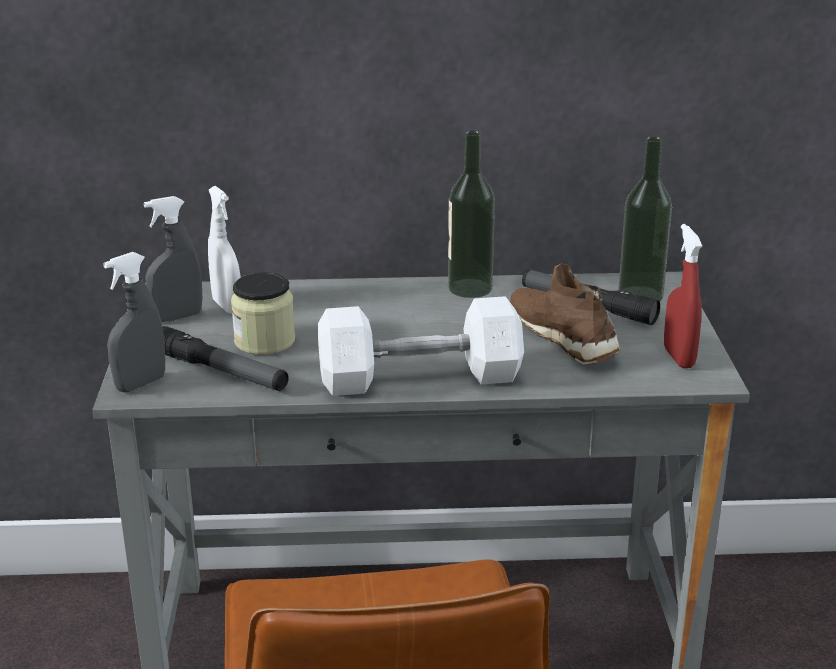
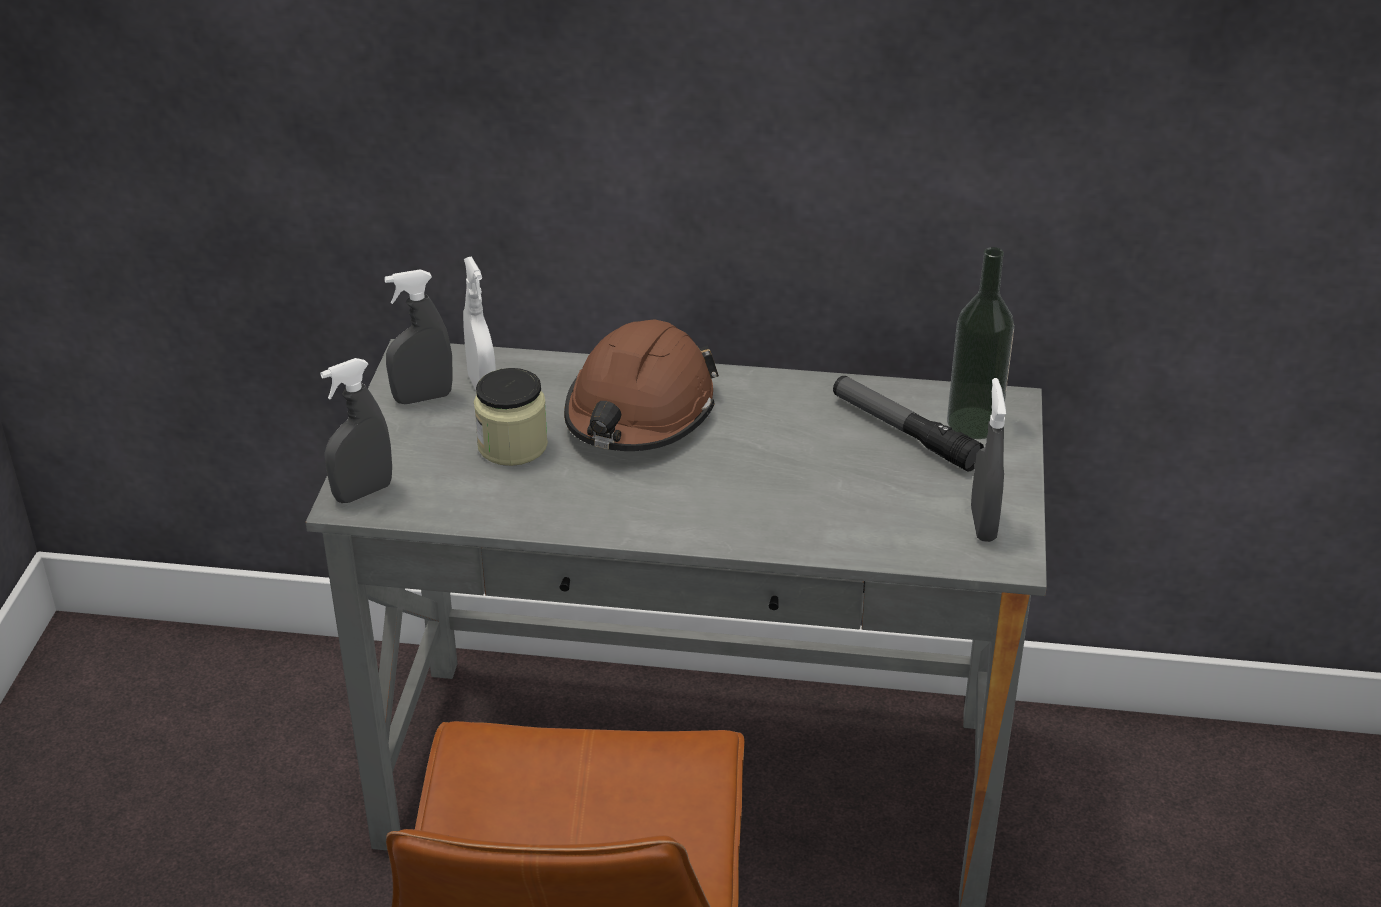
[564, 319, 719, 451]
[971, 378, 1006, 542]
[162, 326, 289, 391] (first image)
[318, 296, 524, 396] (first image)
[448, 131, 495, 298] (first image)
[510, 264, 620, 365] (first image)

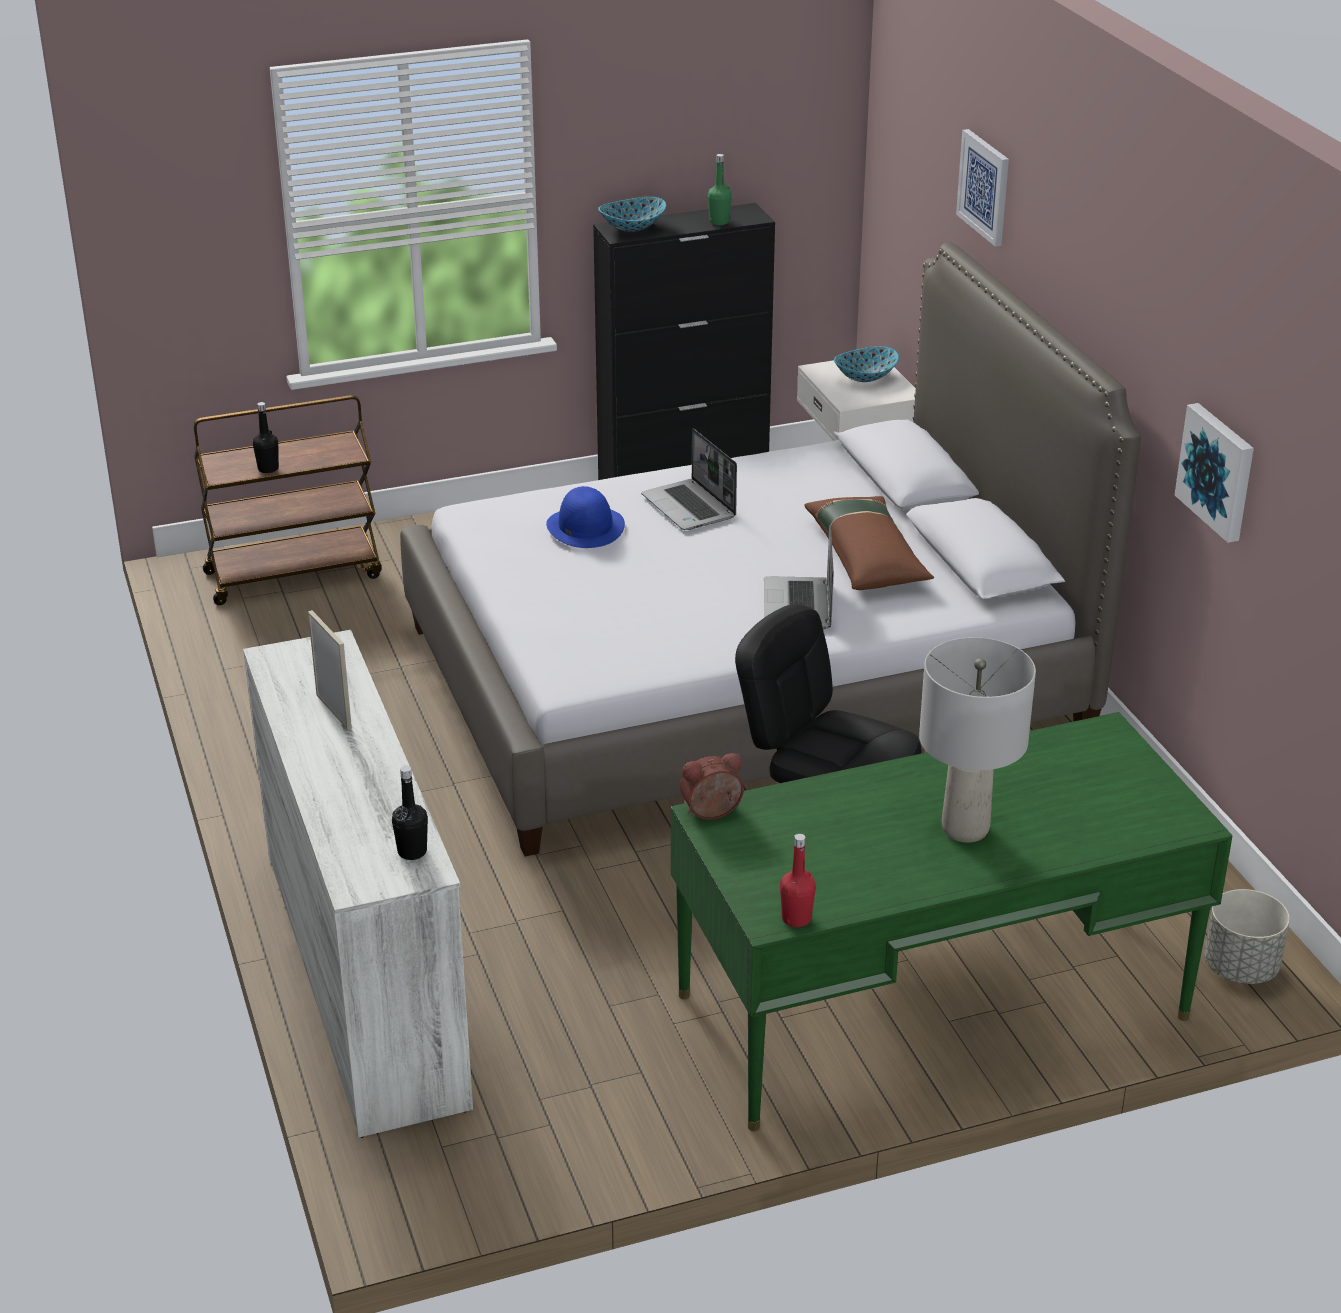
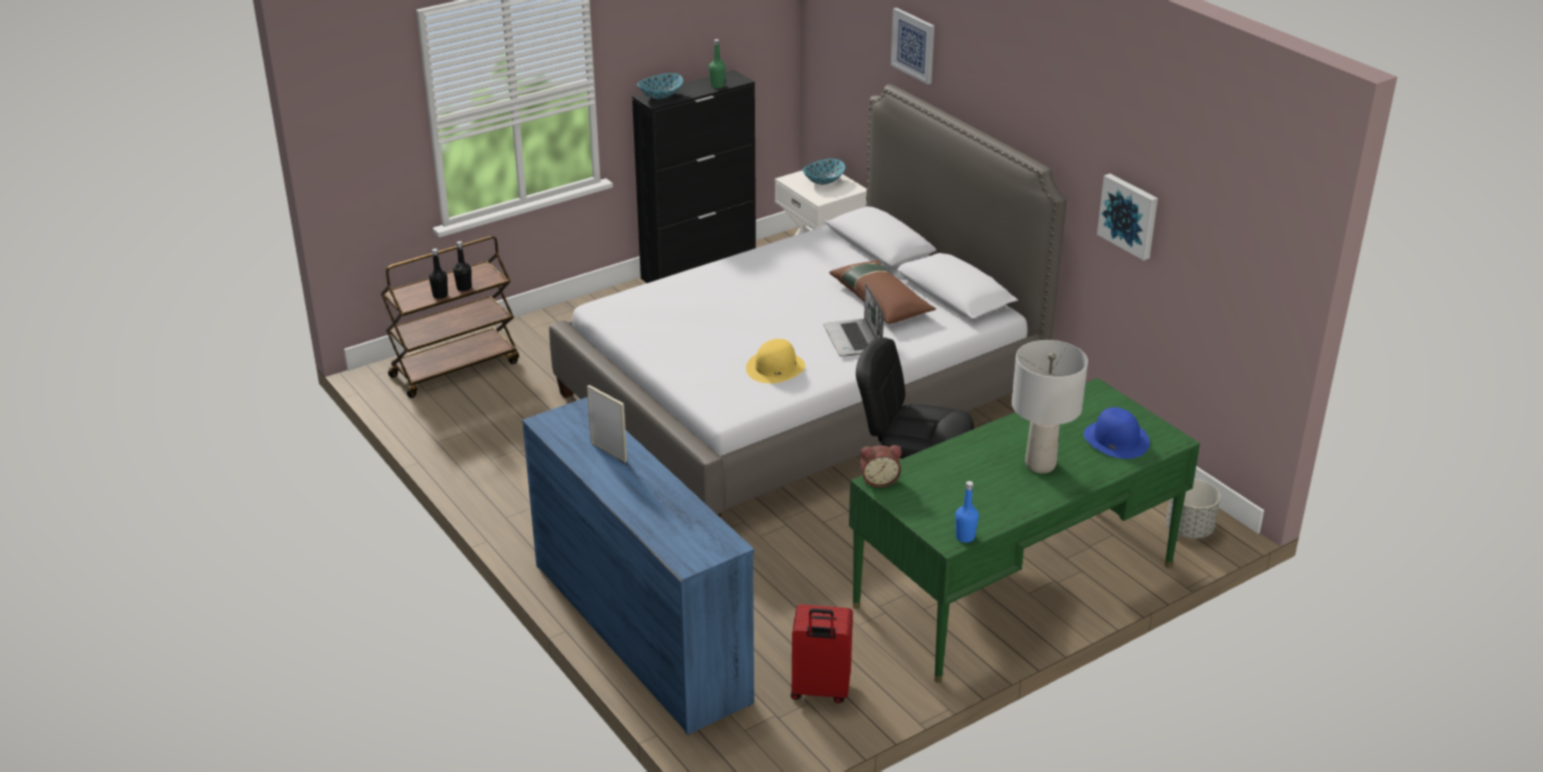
[453, 241, 472, 291]
[522, 397, 755, 735]
[746, 339, 805, 383]
[791, 604, 853, 703]
[860, 445, 902, 487]
[955, 481, 979, 543]
[1084, 407, 1150, 459]
[641, 428, 737, 530] (first image)

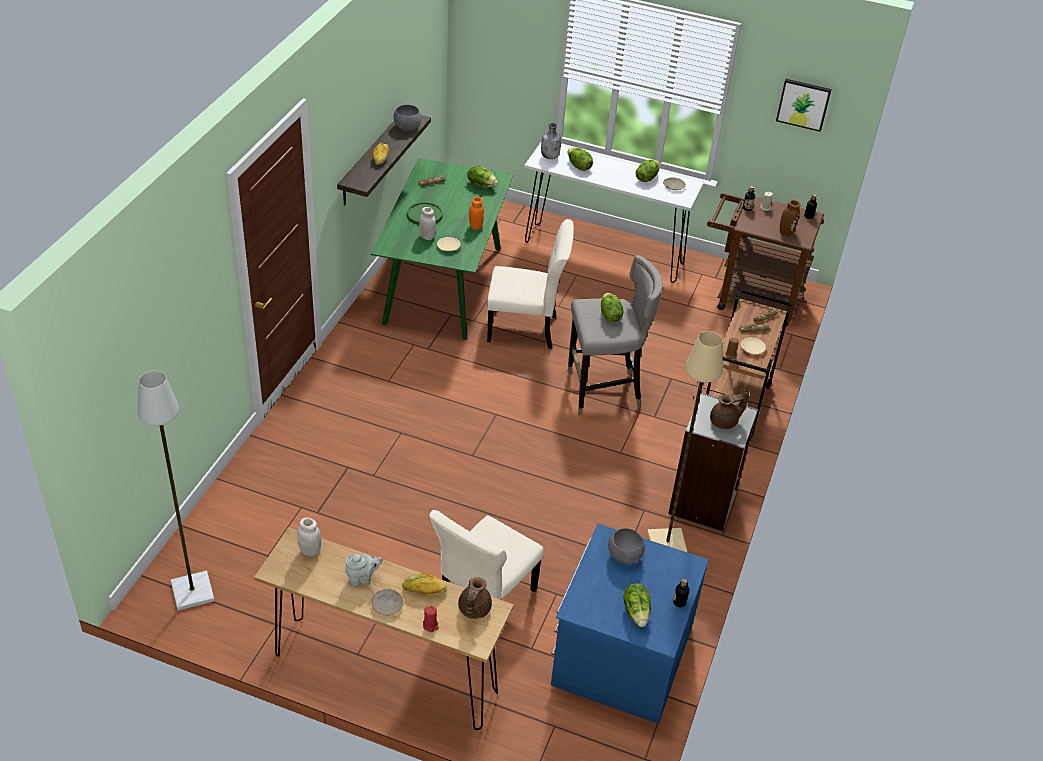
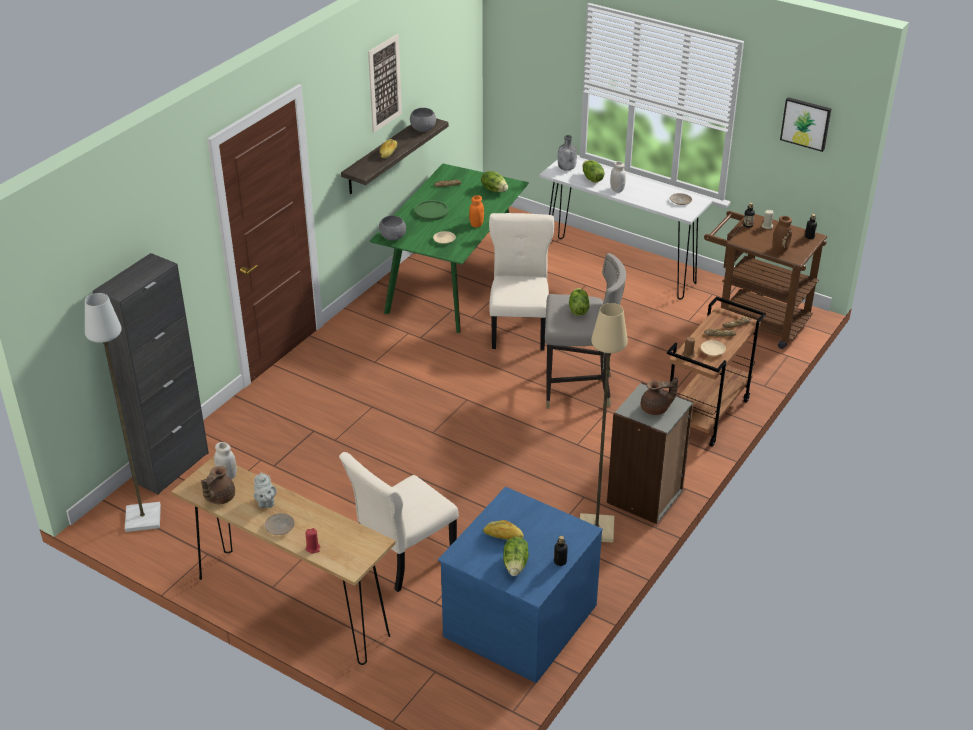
[93, 253, 209, 495]
[201, 466, 235, 504]
[253, 472, 276, 508]
[368, 34, 402, 133]
[379, 216, 406, 240]
[483, 520, 524, 540]
[489, 213, 554, 351]
[610, 161, 626, 193]
[636, 160, 660, 182] (first image)

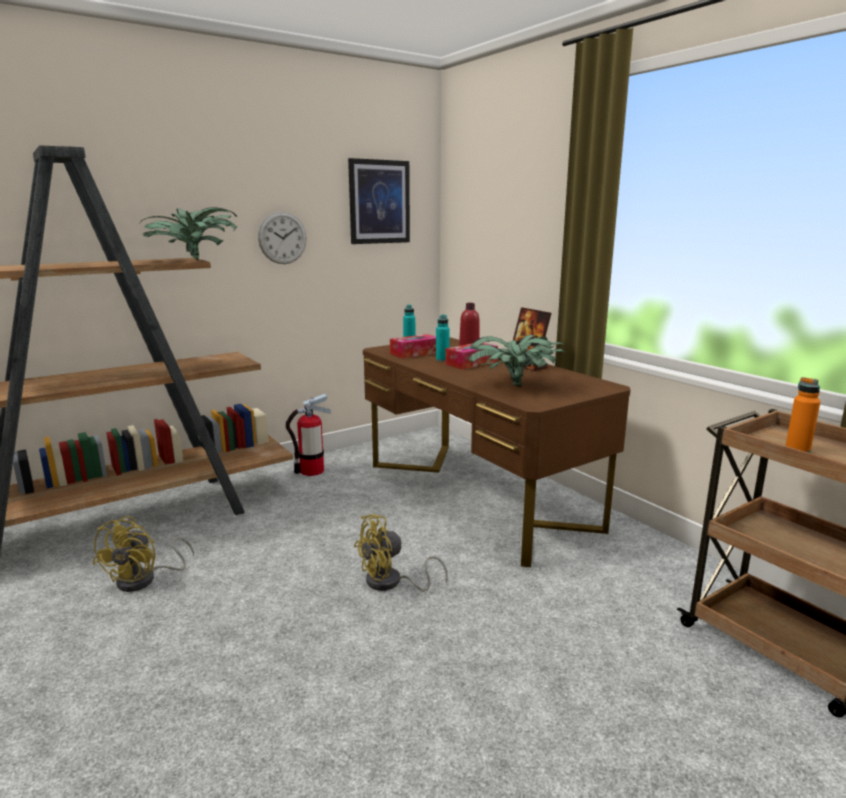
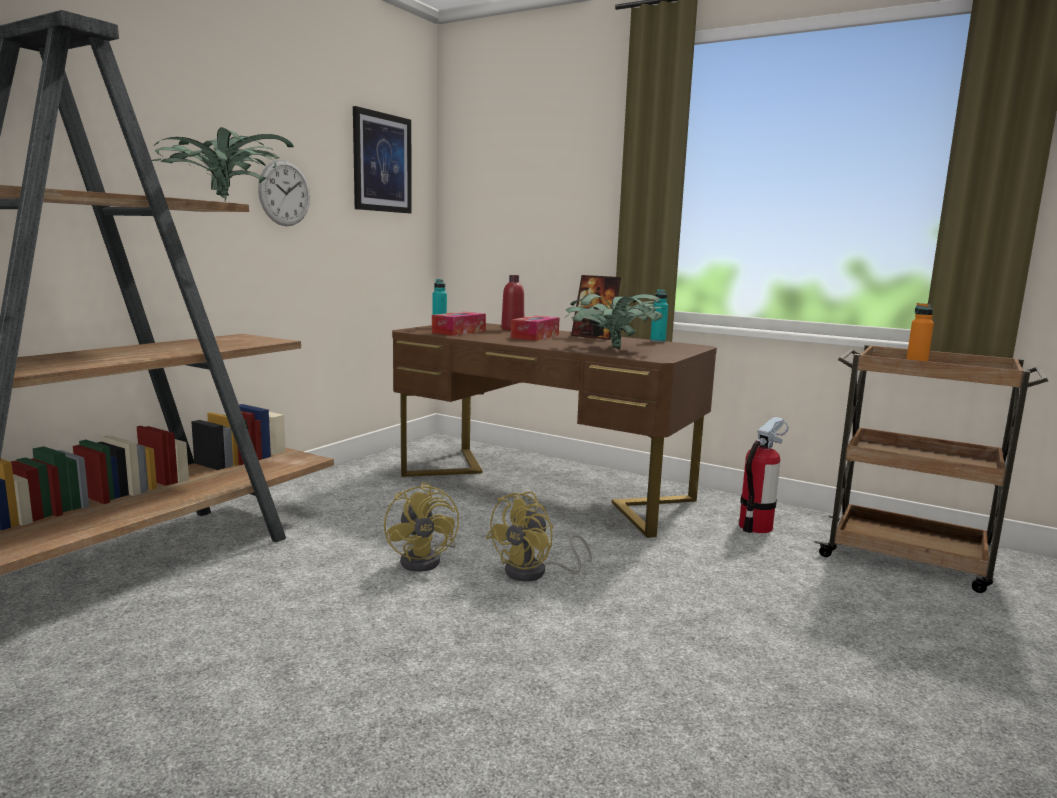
[384, 482, 459, 572]
[650, 289, 668, 342]
[739, 417, 788, 533]

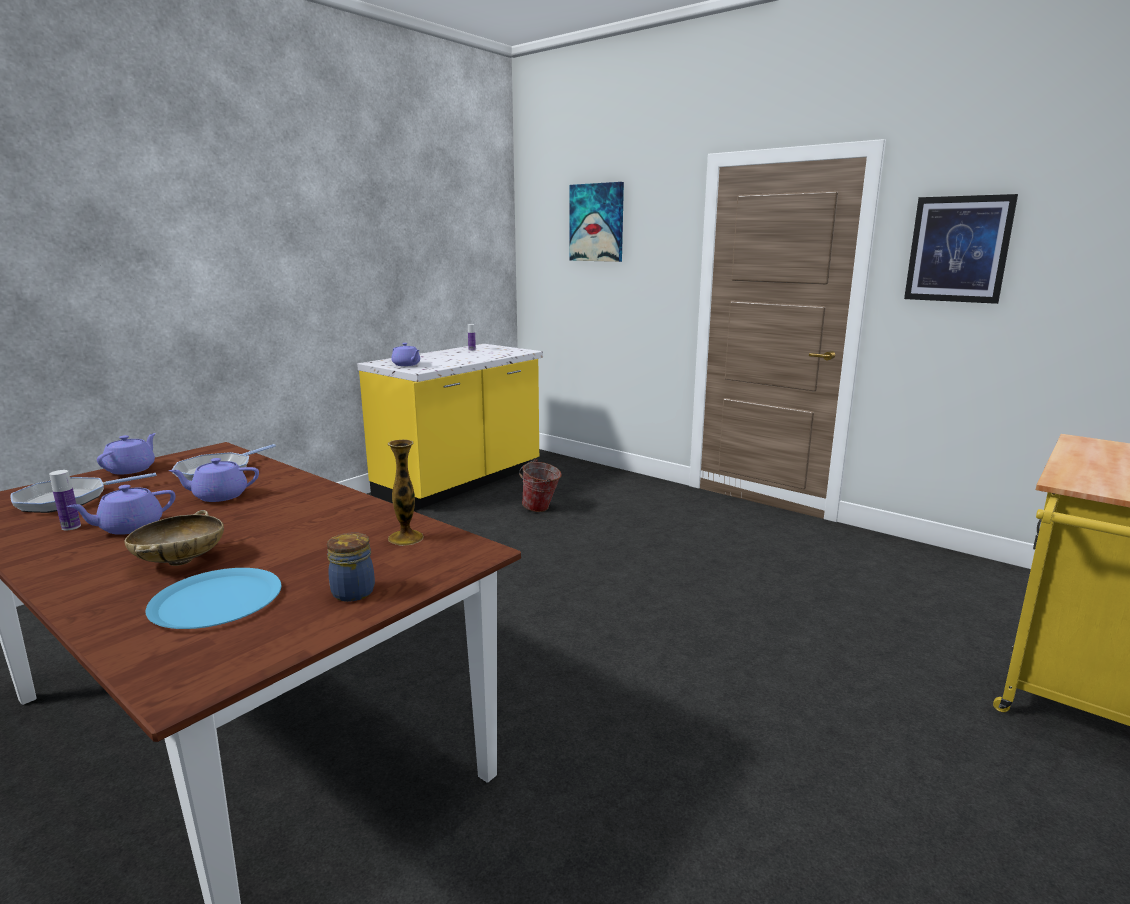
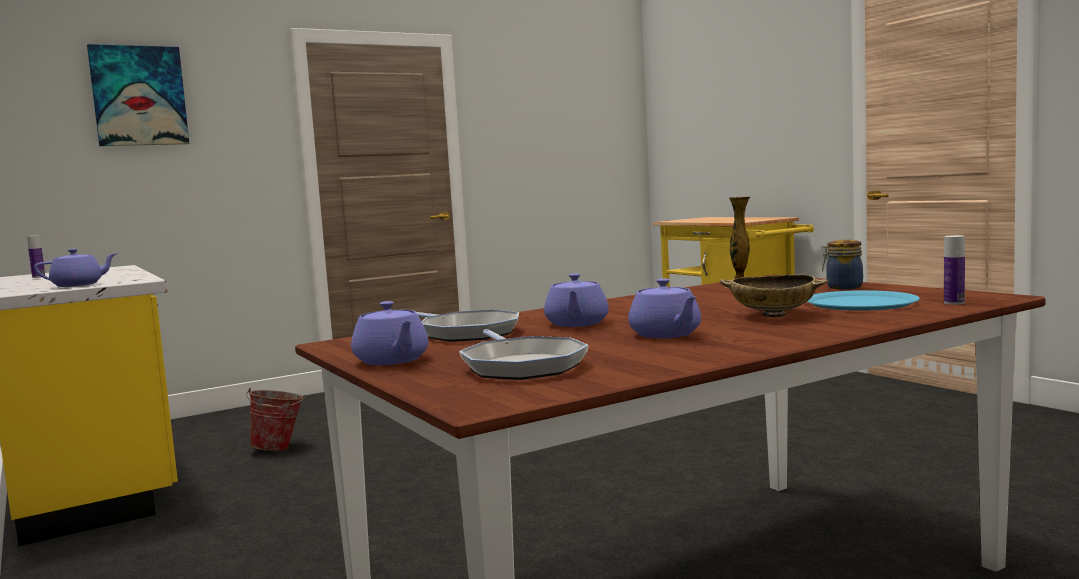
[351, 301, 429, 365]
[944, 235, 965, 305]
[904, 194, 1018, 304] (first image)

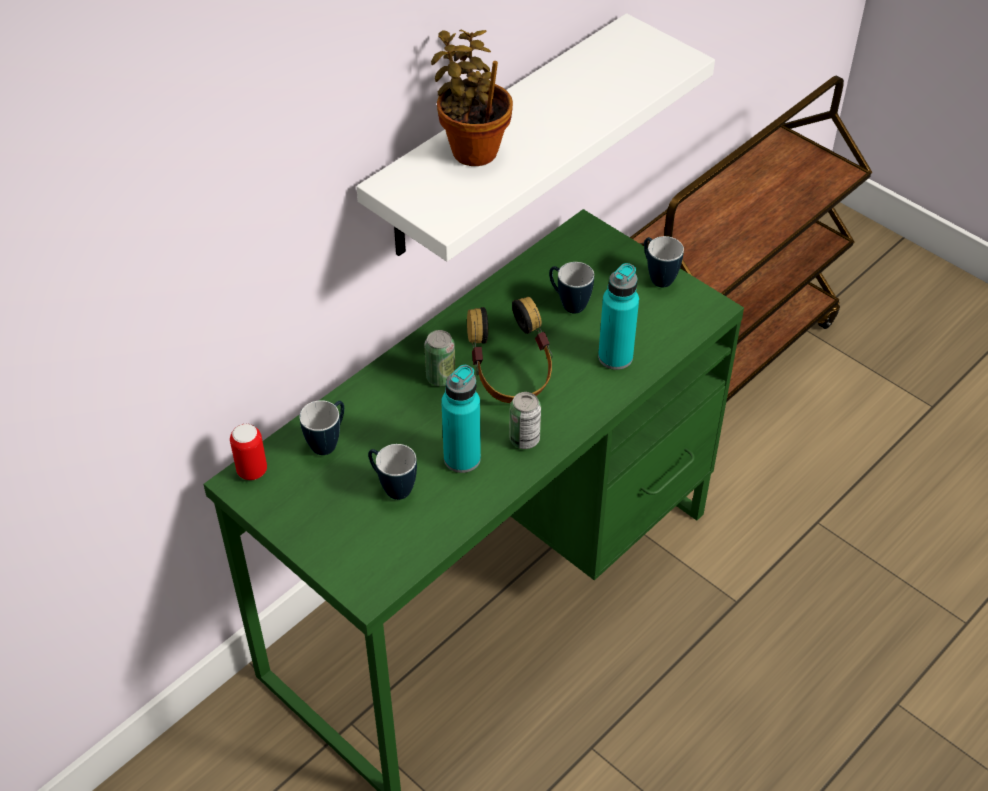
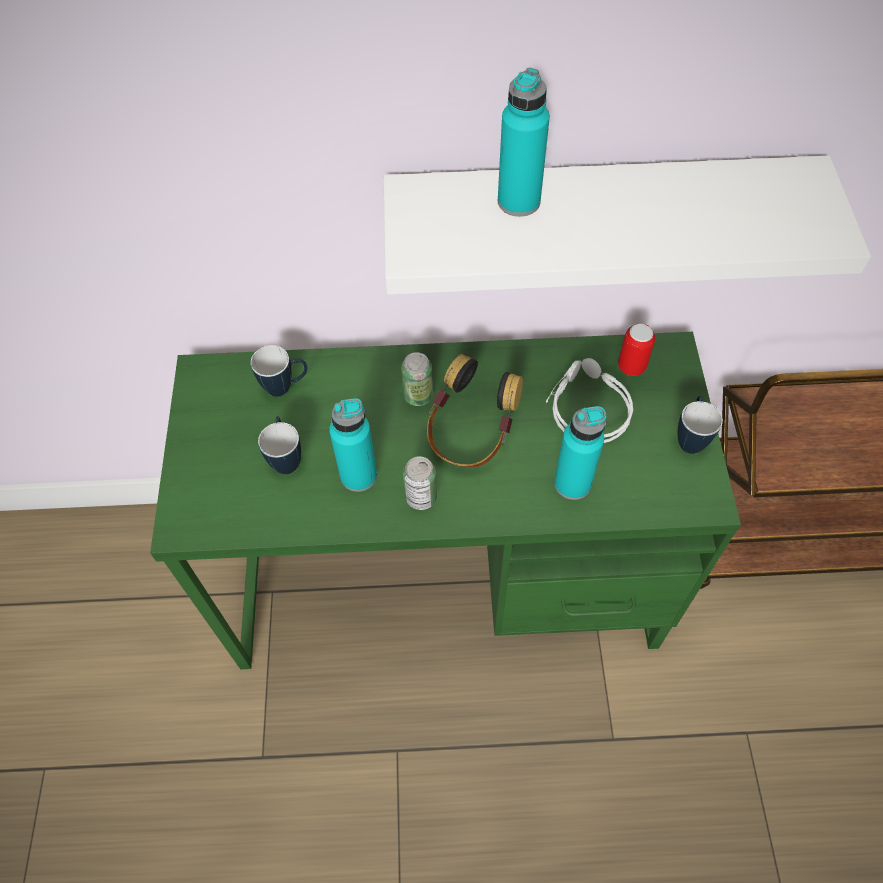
[498, 68, 550, 217]
[546, 358, 633, 443]
[618, 323, 655, 376]

